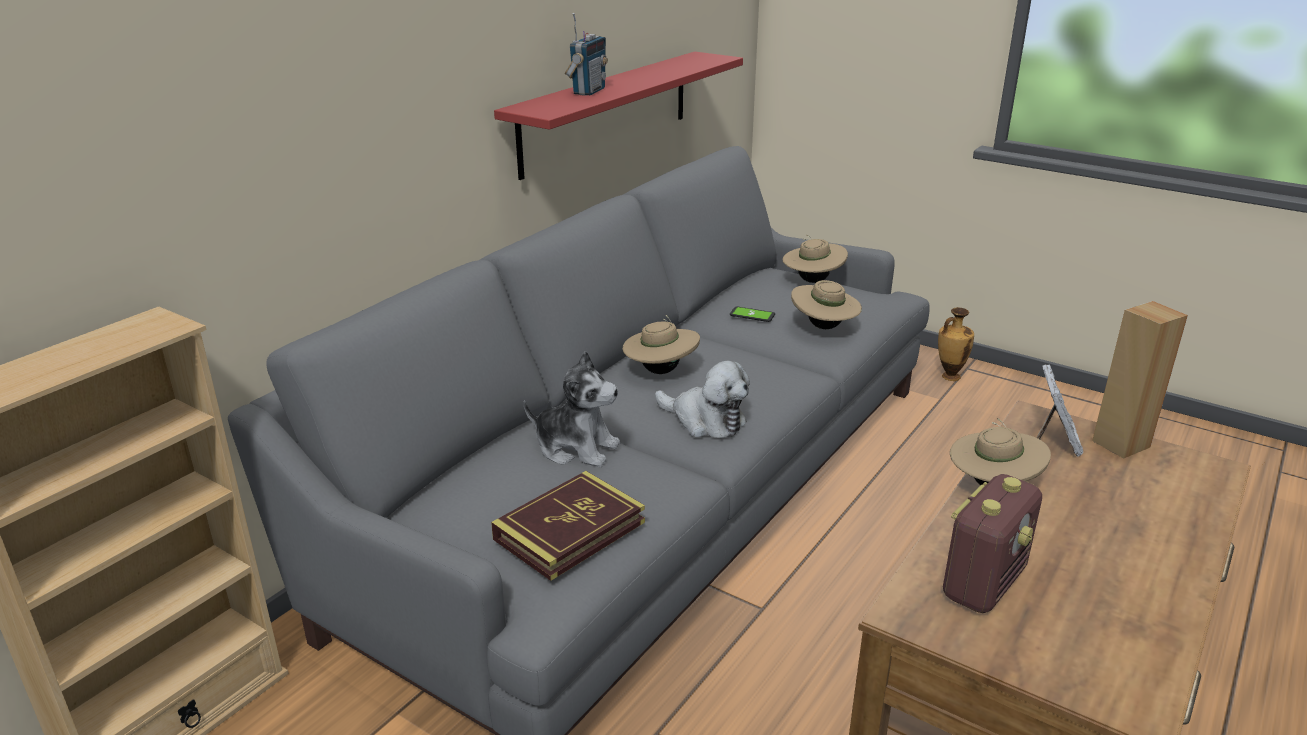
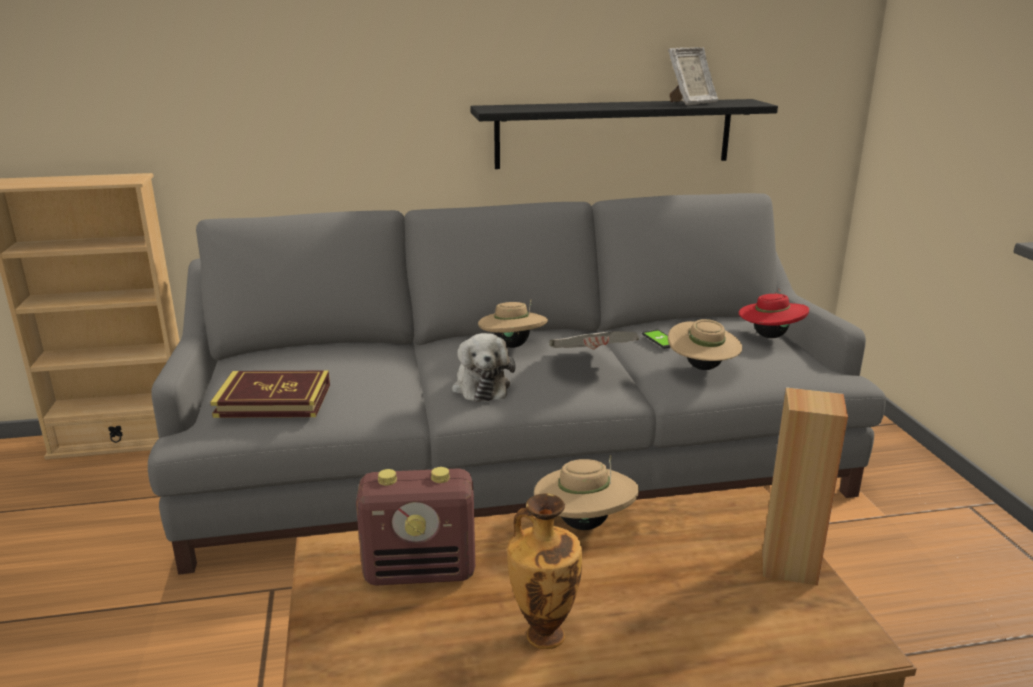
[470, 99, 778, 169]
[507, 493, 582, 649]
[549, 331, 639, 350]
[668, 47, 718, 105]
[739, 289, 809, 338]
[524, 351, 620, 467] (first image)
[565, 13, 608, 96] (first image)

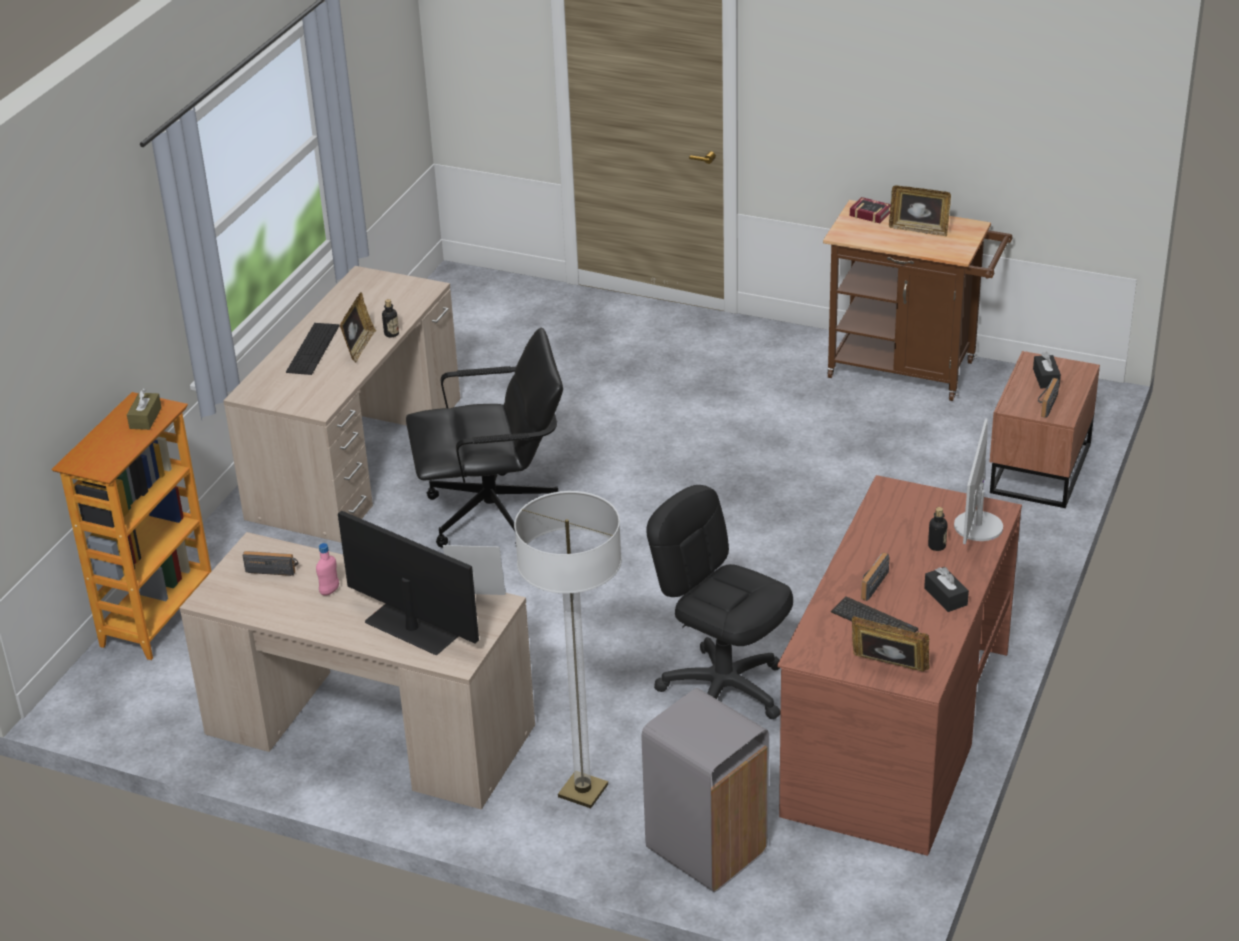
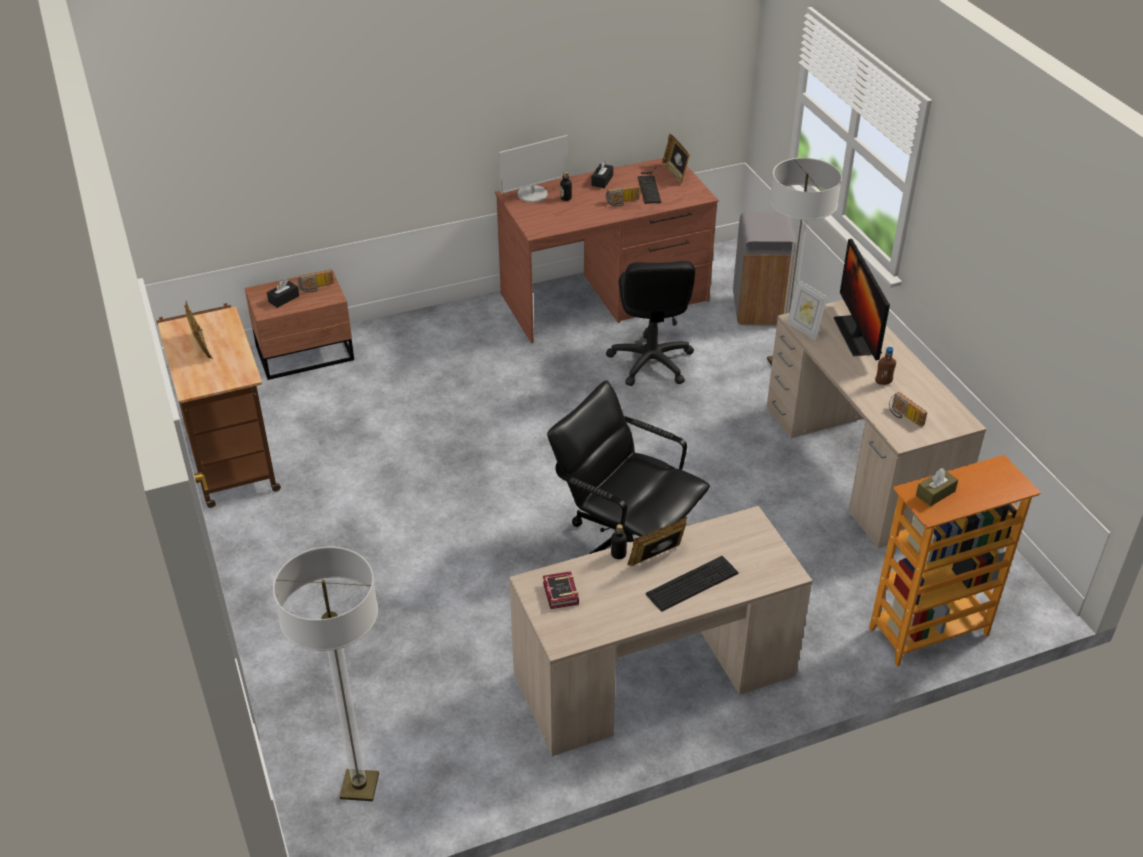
[273, 547, 379, 801]
[543, 571, 579, 609]
[875, 347, 896, 385]

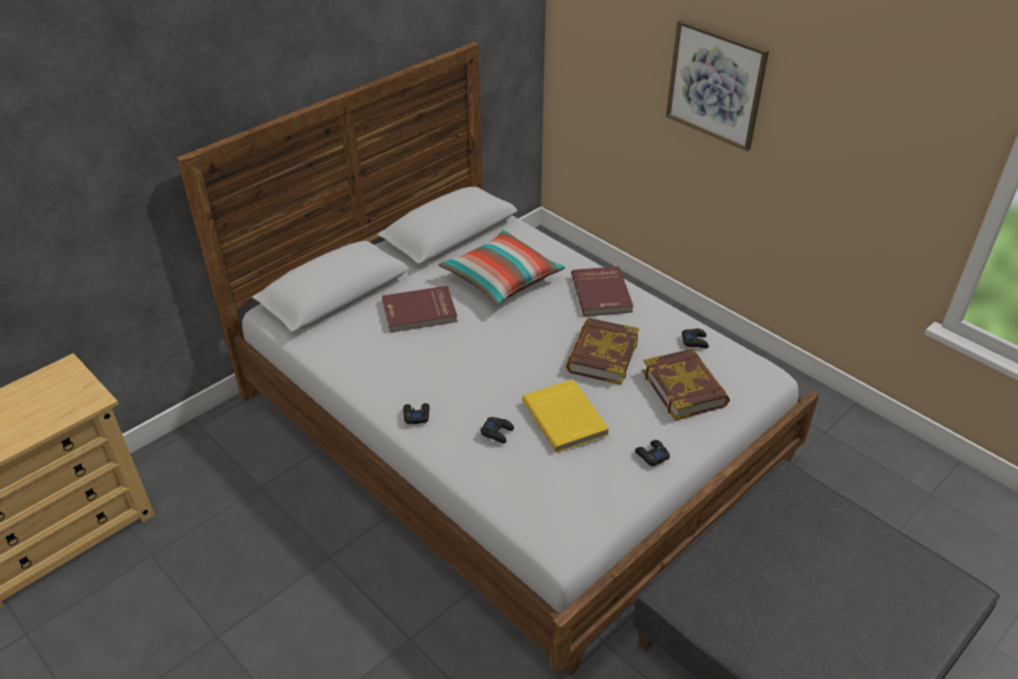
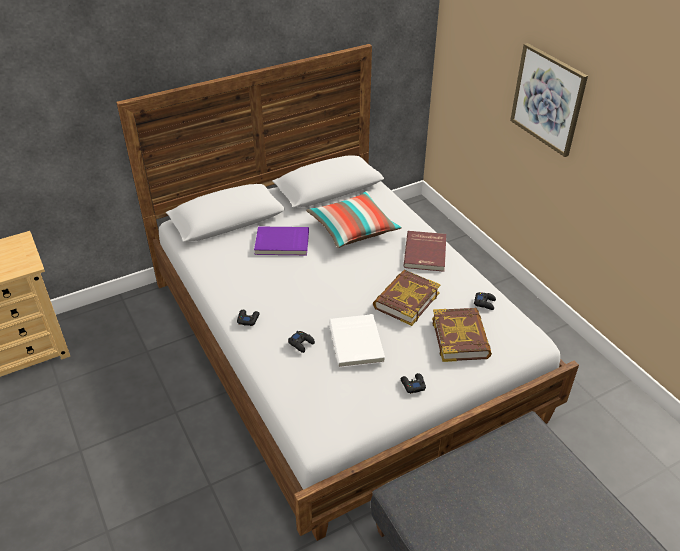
[254, 226, 309, 255]
[329, 314, 385, 368]

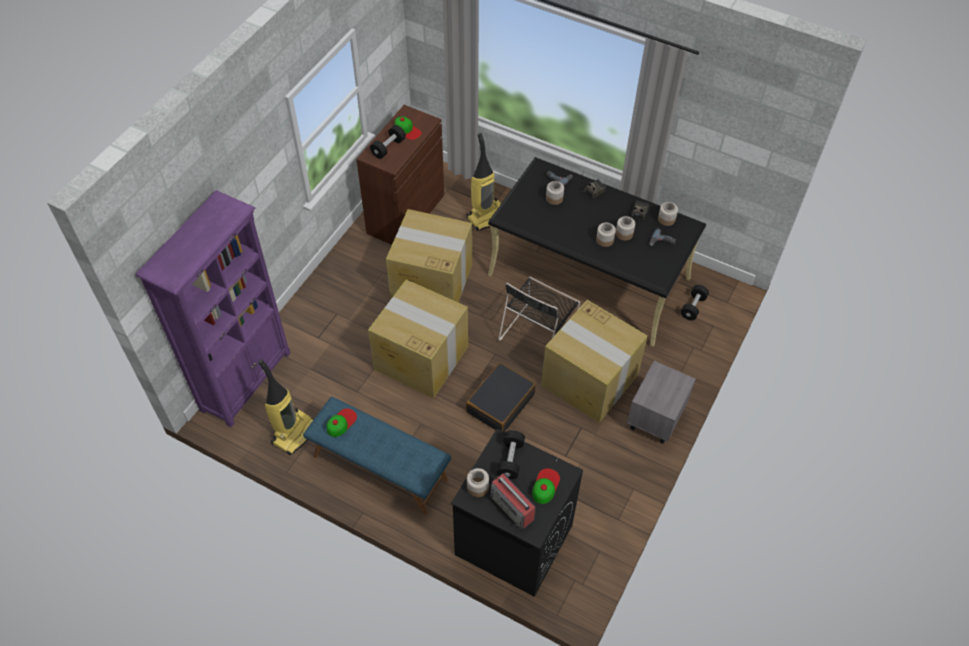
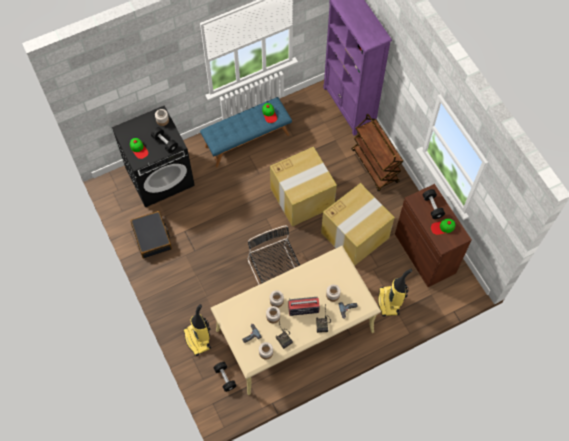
[131, 211, 172, 259]
[183, 304, 211, 356]
[211, 246, 381, 395]
[288, 297, 320, 316]
[352, 114, 403, 191]
[541, 300, 648, 423] (first image)
[627, 361, 696, 444] (first image)

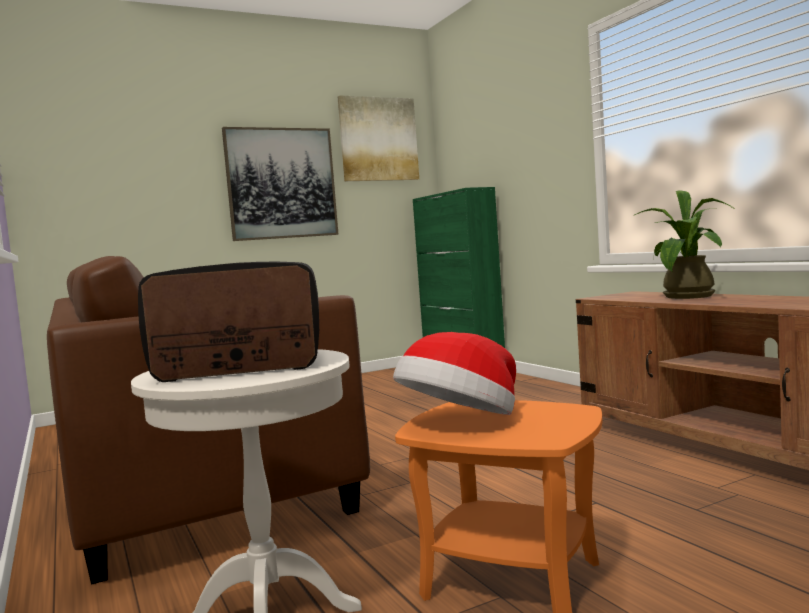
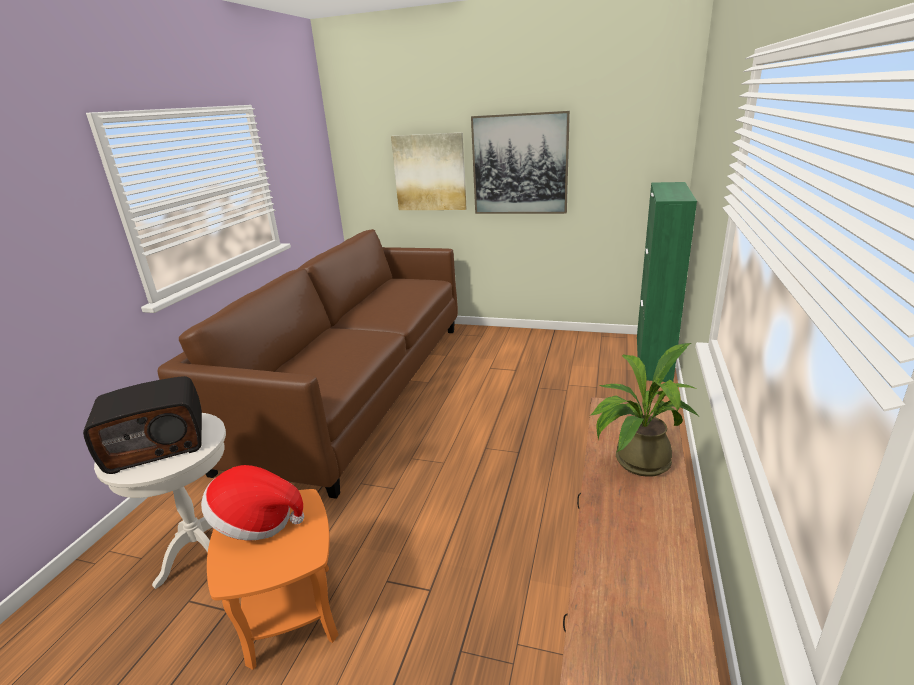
[83, 376, 202, 474]
[391, 133, 467, 210]

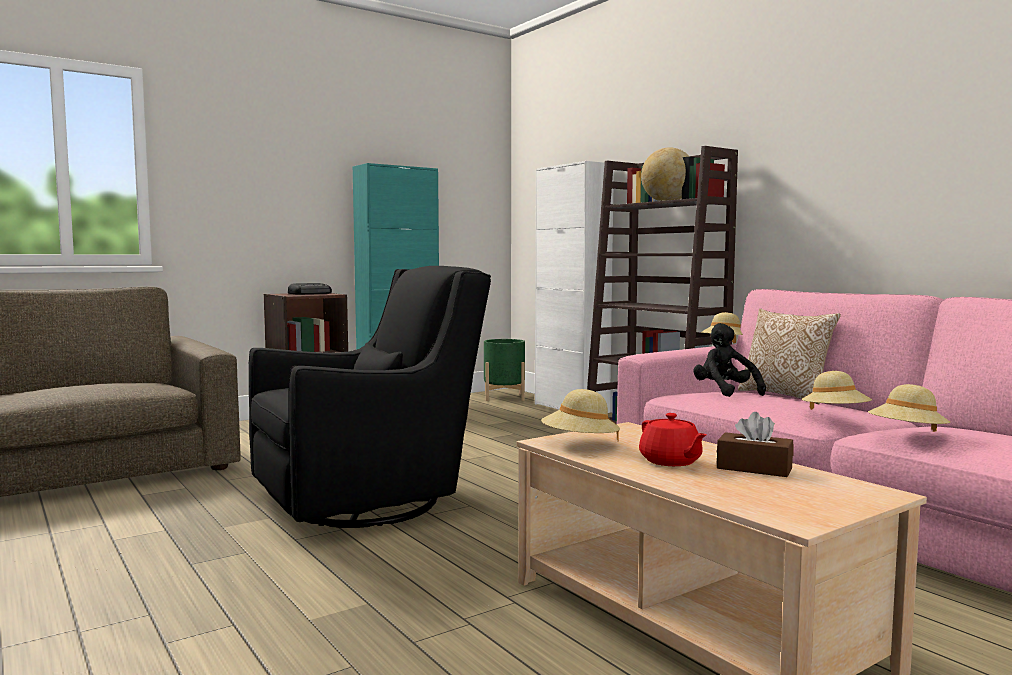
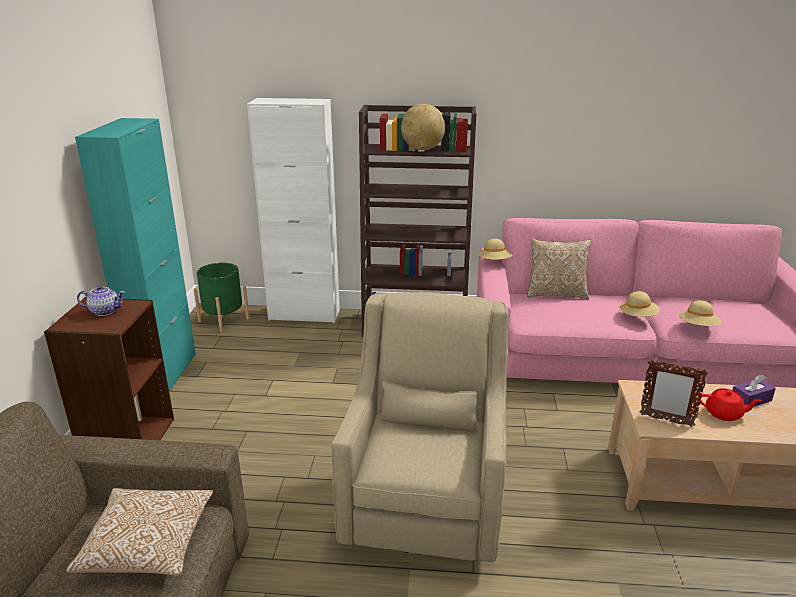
[66, 488, 213, 576]
[77, 285, 125, 316]
[331, 292, 509, 562]
[640, 360, 708, 427]
[733, 374, 776, 407]
[693, 323, 766, 397] (first image)

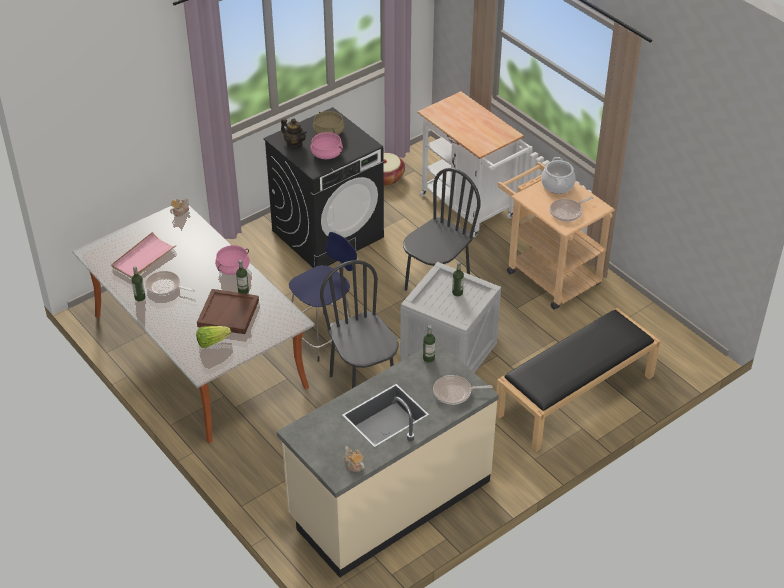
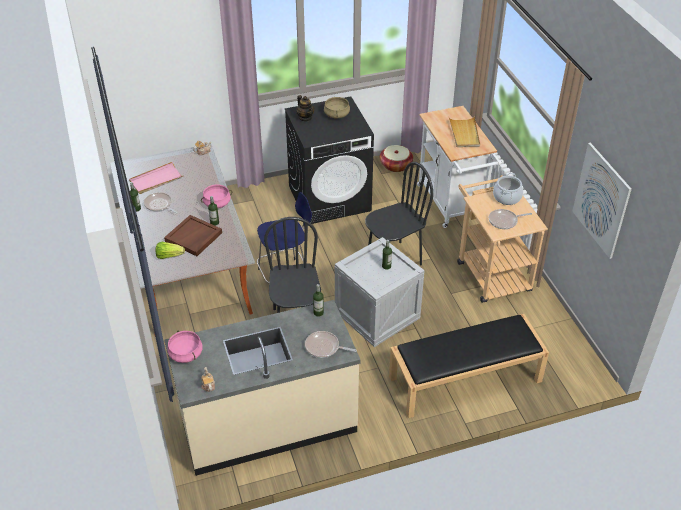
[167, 331, 203, 363]
[449, 116, 480, 147]
[572, 143, 632, 259]

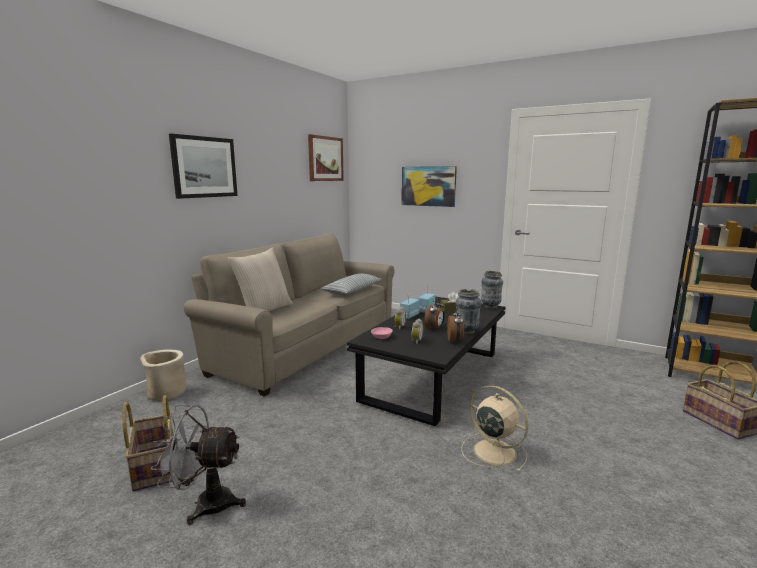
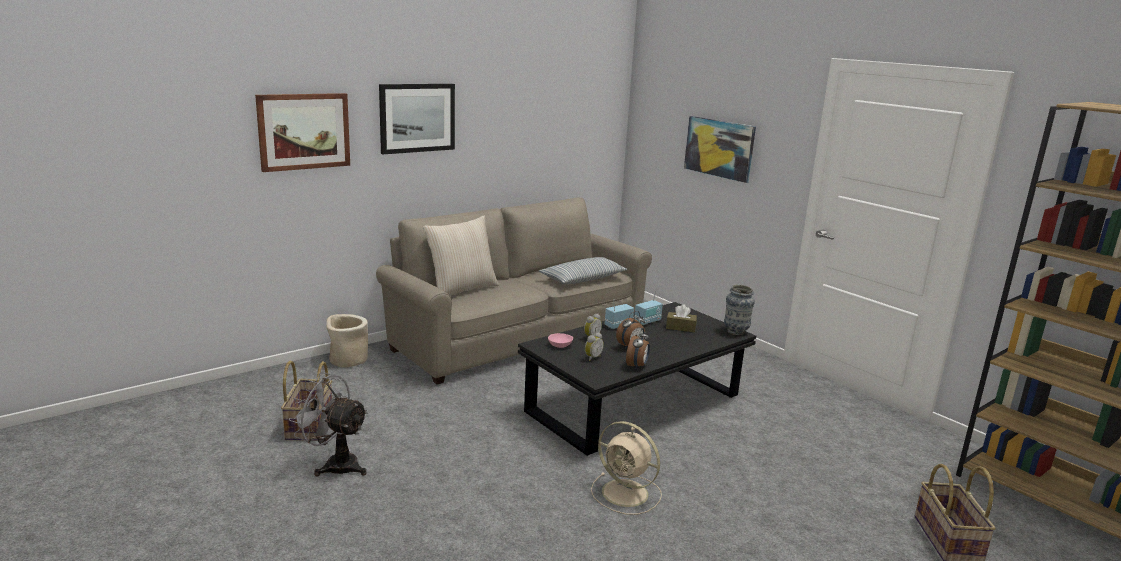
[255, 93, 350, 172]
[591, 421, 662, 515]
[456, 289, 481, 334] (first image)

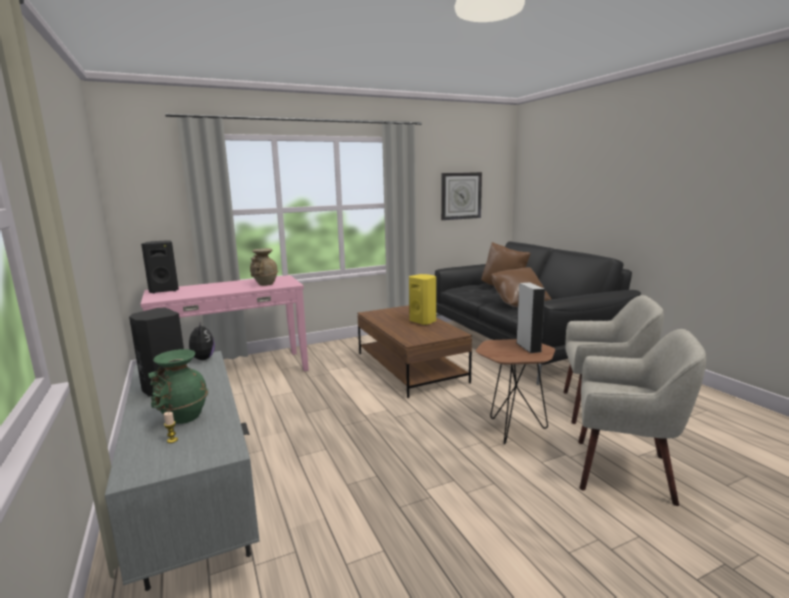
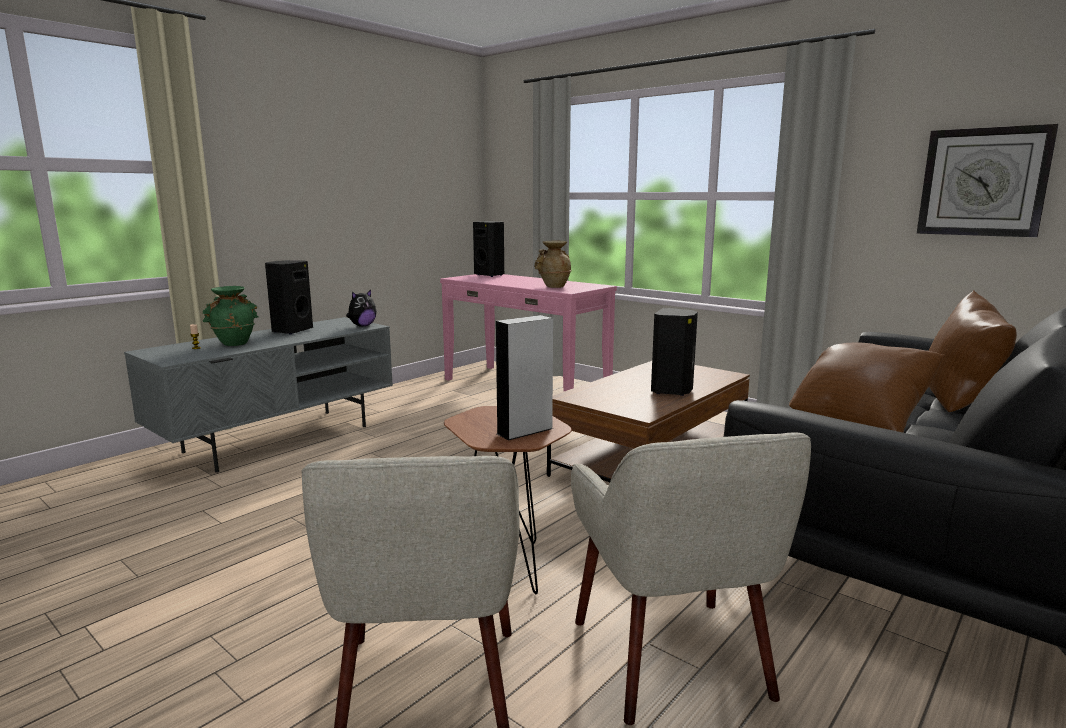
[651, 308, 698, 396]

